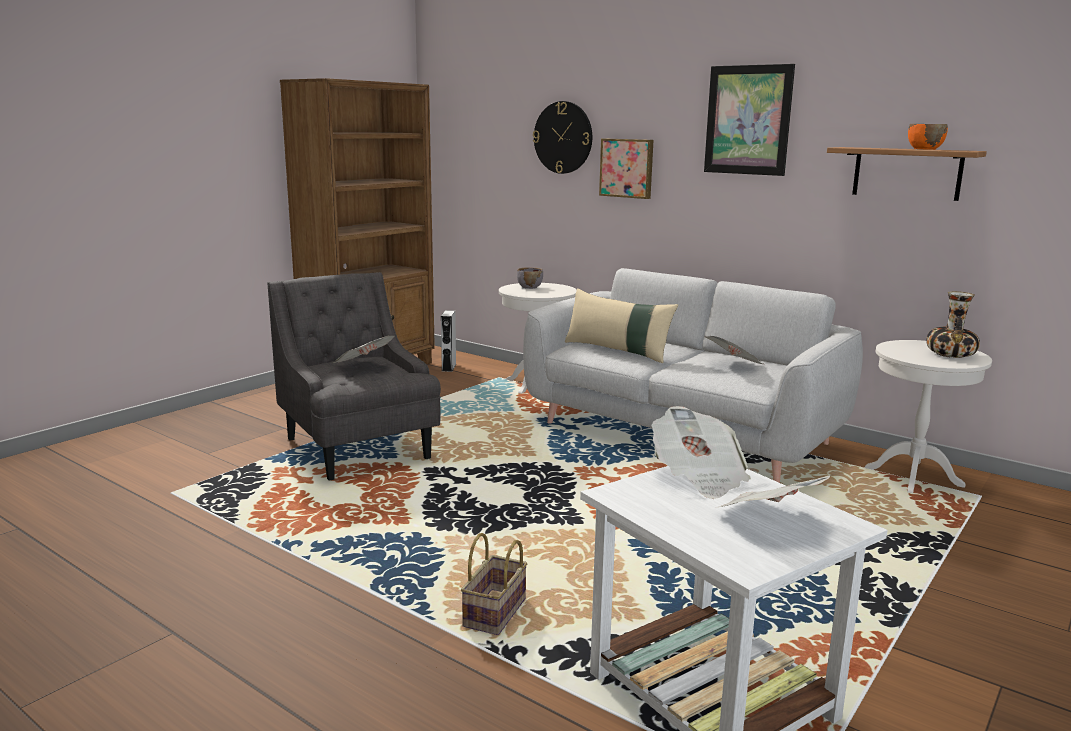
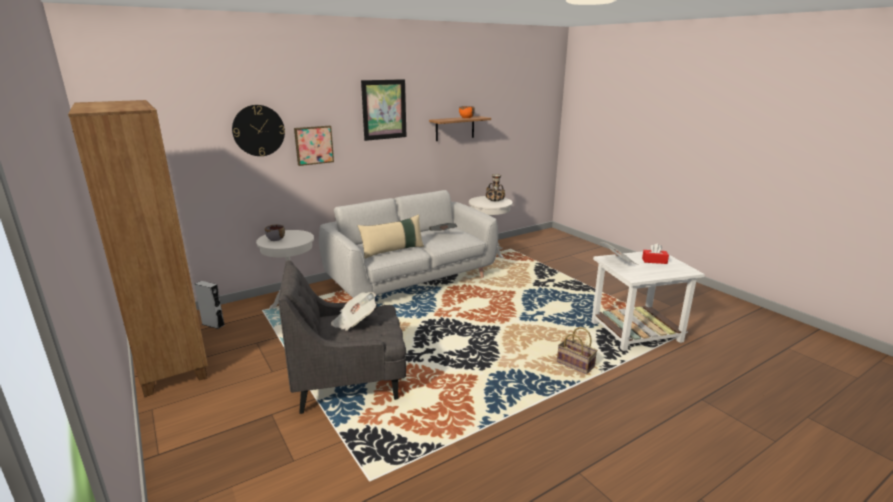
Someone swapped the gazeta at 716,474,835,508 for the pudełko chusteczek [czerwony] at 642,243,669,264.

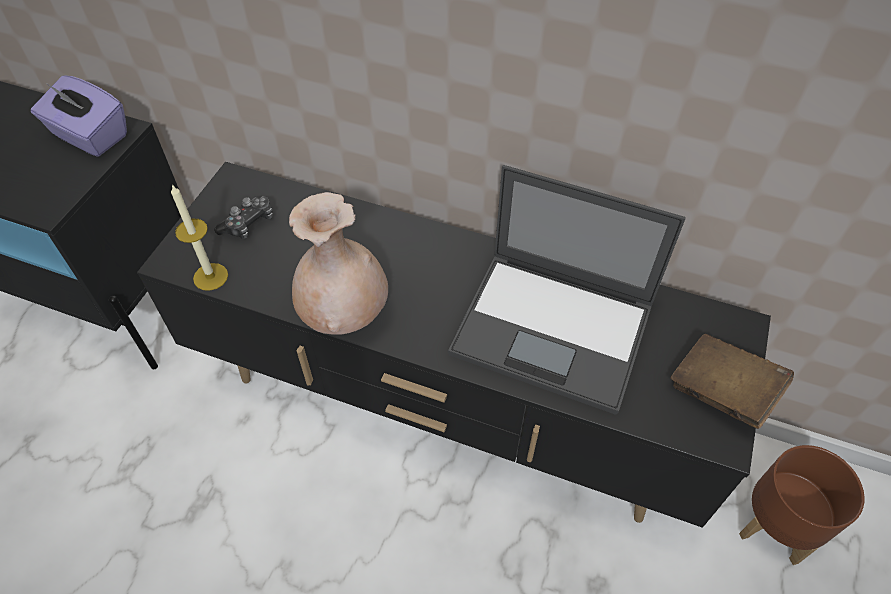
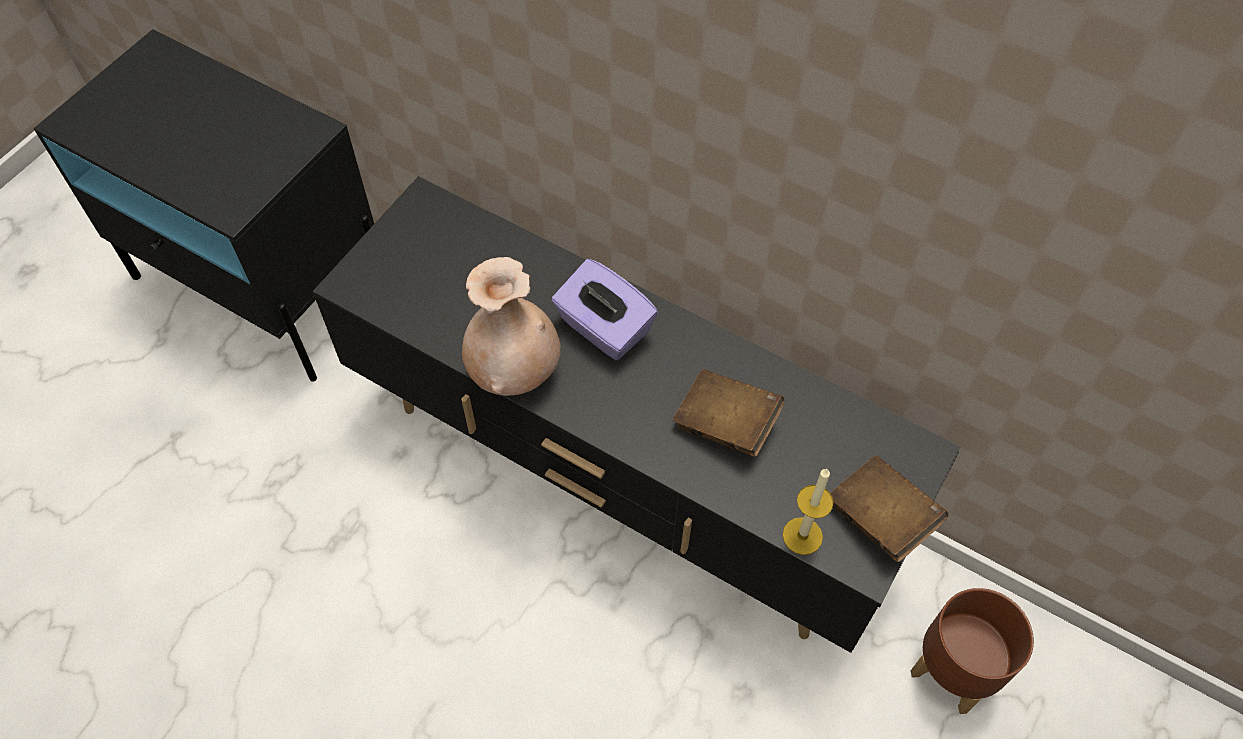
Someone took away the pad do gier at 214,195,273,239.
Someone carried the pudełko chusteczek [fioletowy] from 31,76,127,157 to 552,259,658,360.
Someone carried the świeca from 171,184,228,291 to 783,469,833,555.
Someone swapped the laptop at 448,165,686,415 for the książka [brązowy] at 673,369,784,457.

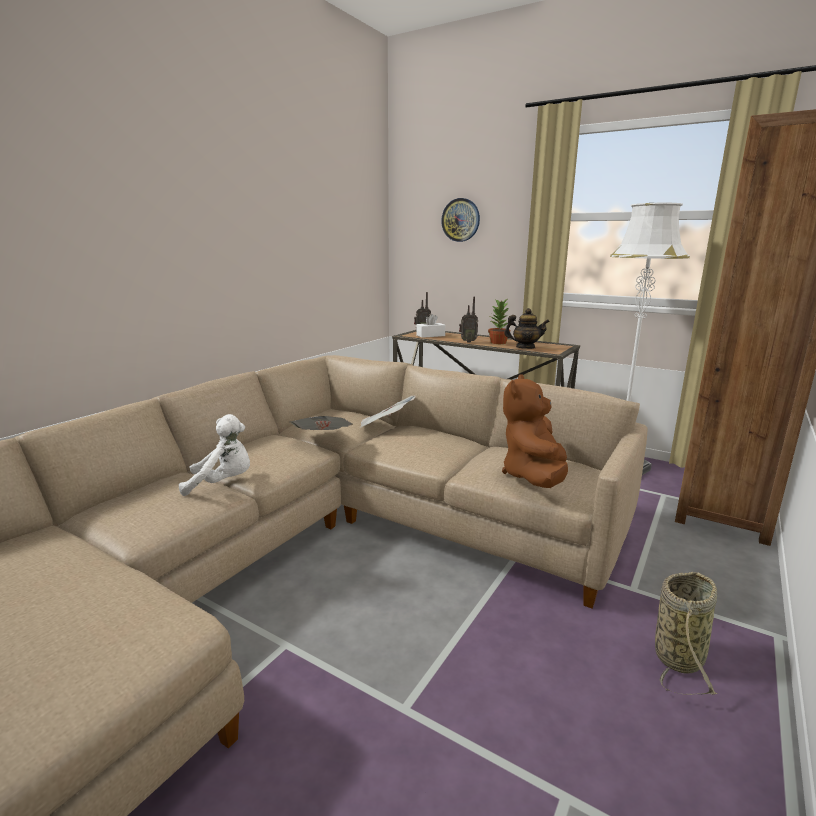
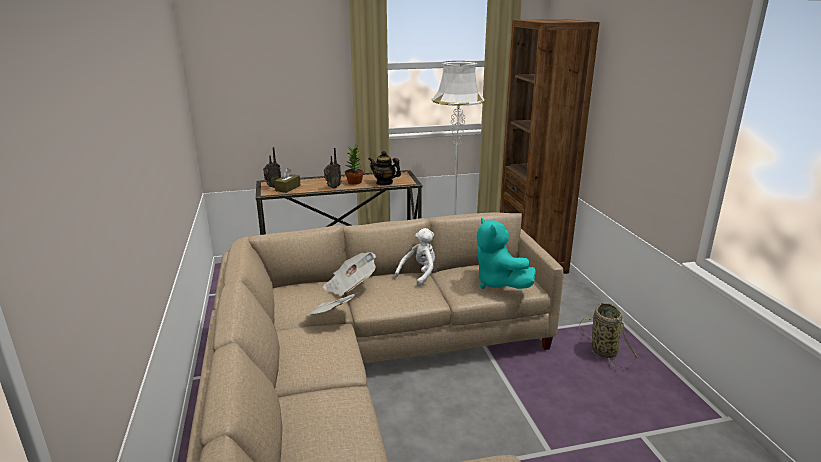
Someone took away the zegar ścienny at 441,198,480,242.
Someone carried the pluszak [biały] from 179,414,250,496 to 394,228,435,287.
Someone repainted the pudełko chusteczek [biały] at 416,314,445,338, which became the pudełko chusteczek [brązowy] at 274,168,301,193.
Someone repainted the pluszak [brązowy] at 502,375,568,488, which became the pluszak [turkusowy] at 477,217,536,289.
Someone rotated the imbryk at 504,308,550,349 by 120 degrees counterclockwise.

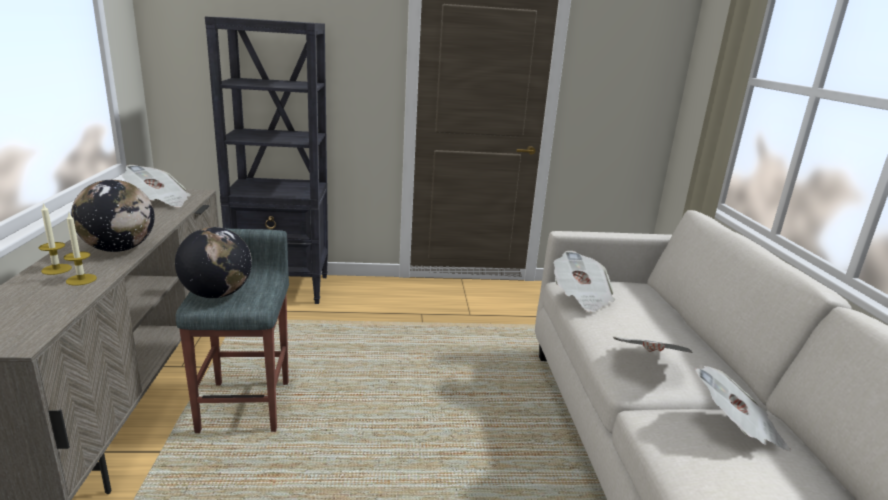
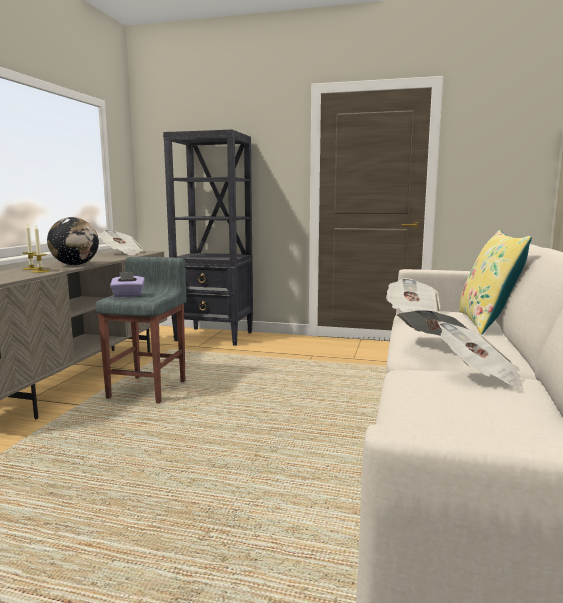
Someone put down the poduszka [żółty] at 459,230,532,335.
Someone swapped the globus at 175,227,252,298 for the pudełko chusteczek [fioletowy] at 110,272,145,297.

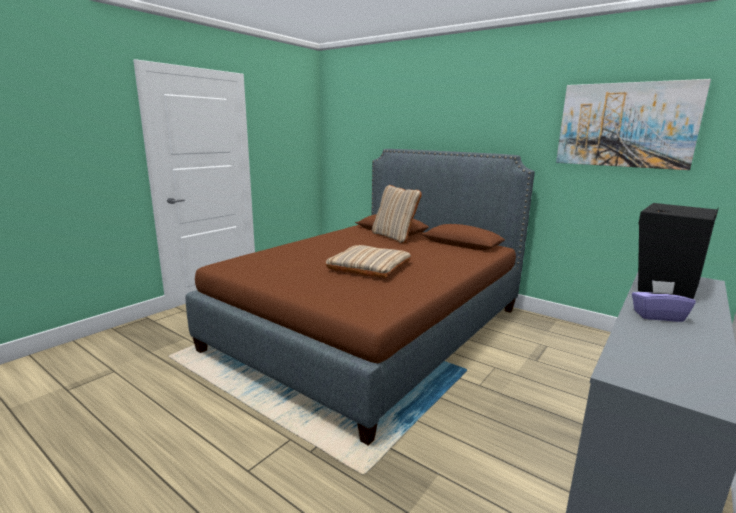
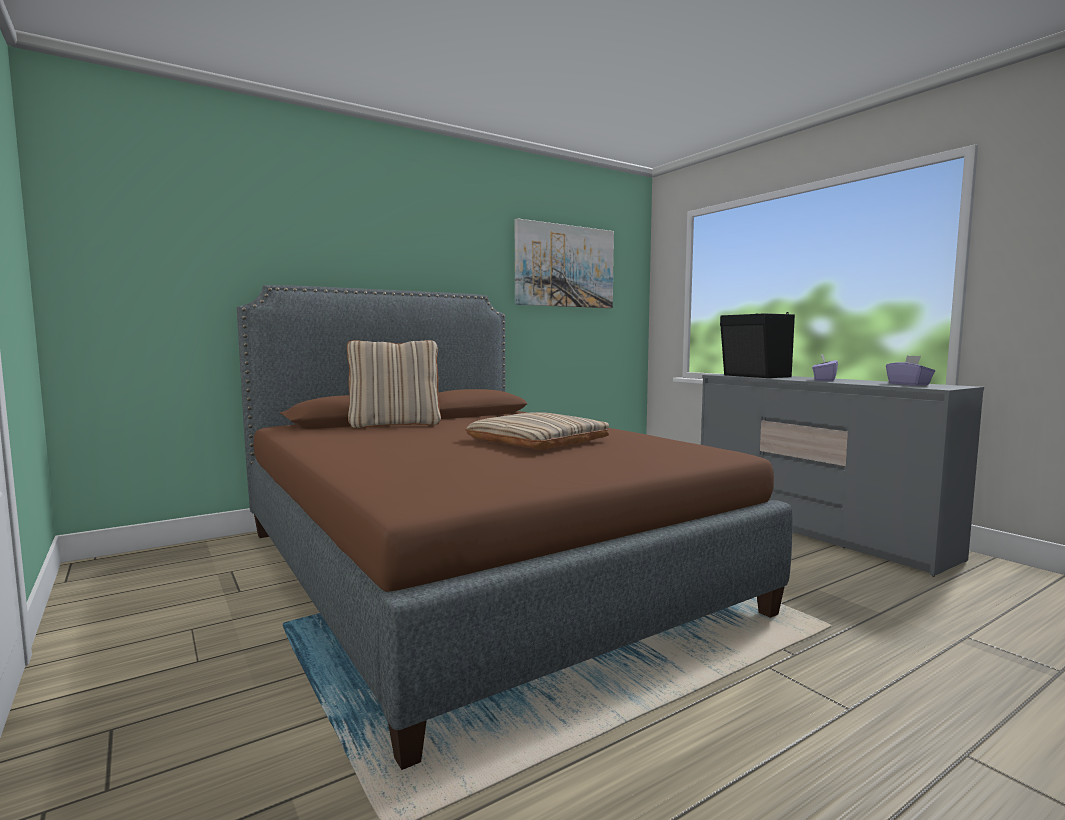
Someone put down the pudełko chusteczek [fioletowy] at 886,355,935,386.

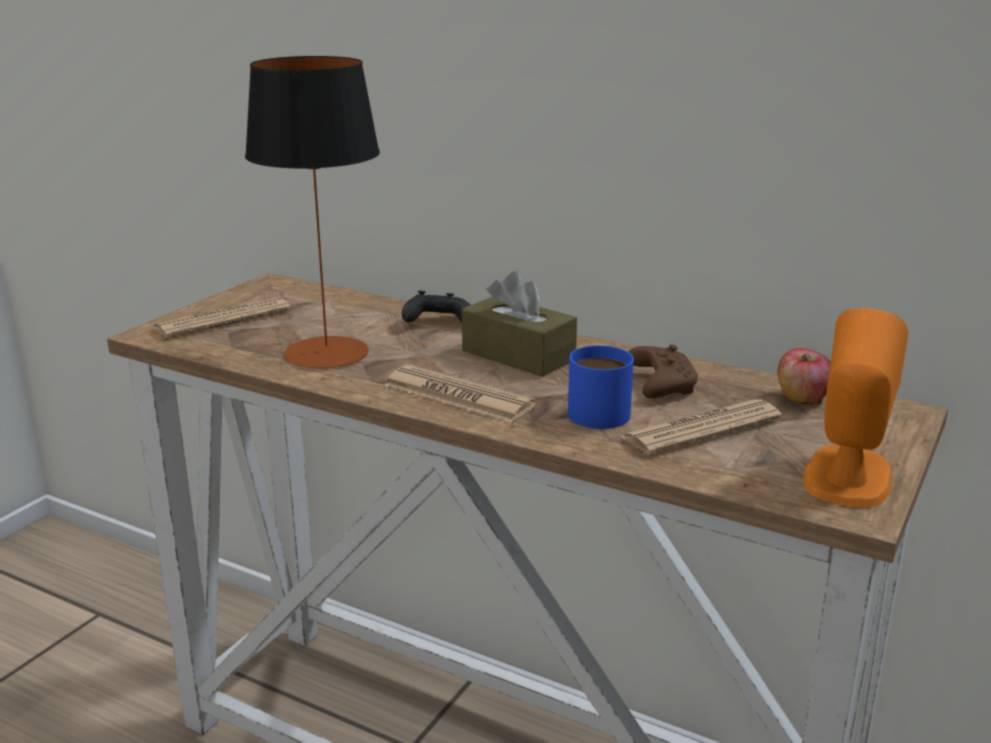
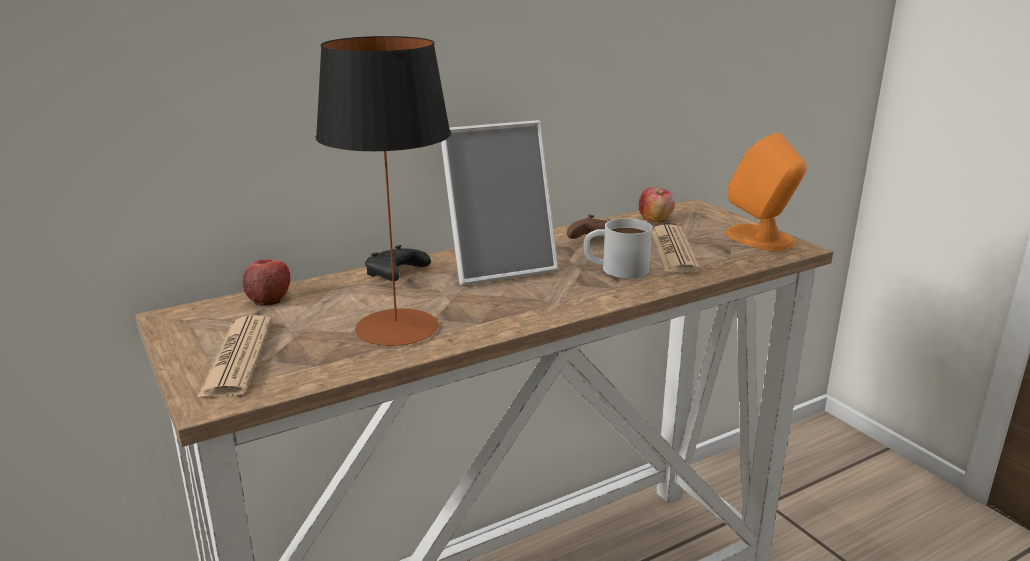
Someone took away the gazeta at 384,365,536,423.
Someone put down the jabłko at 243,259,290,306.
Someone swapped the pudełko chusteczek [brązowy] at 462,271,577,377 for the ramka na zdjęcie at 441,120,558,286.
Someone repainted the kubek [niebieski] at 568,345,634,429, which became the kubek [biały] at 584,218,652,278.

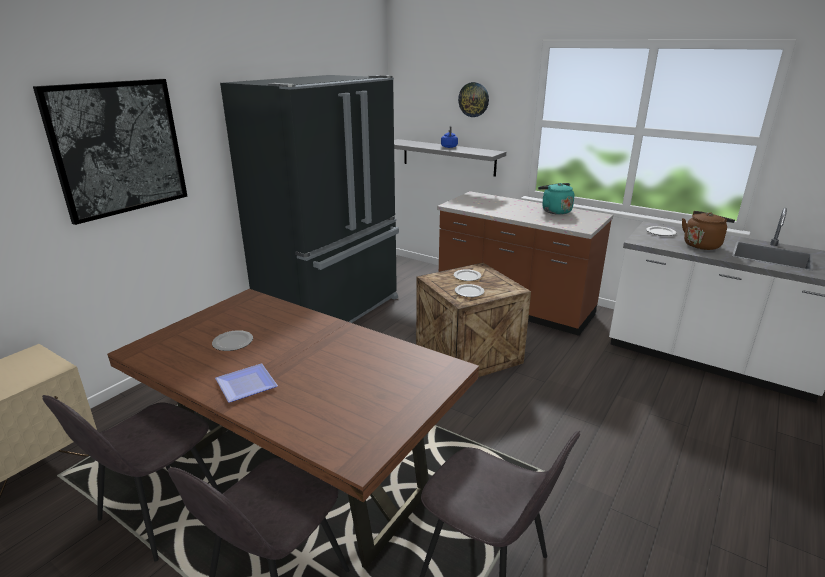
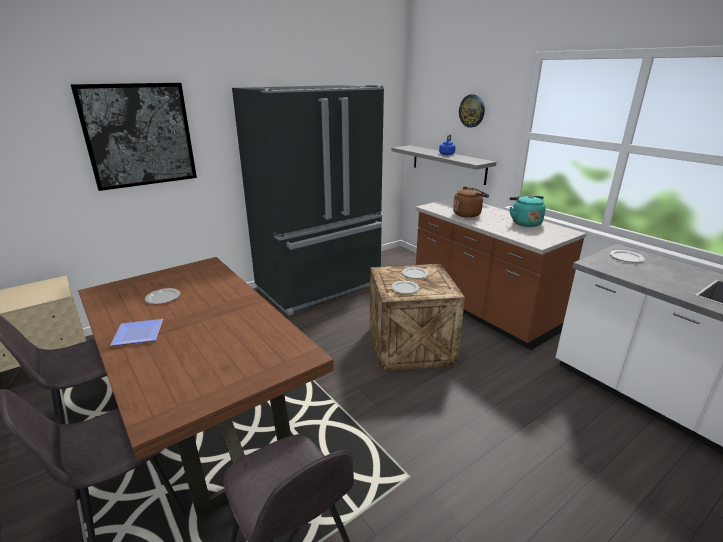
Someone carried the czajnik [brązowy] from 682,211,735,250 to 453,187,489,218.

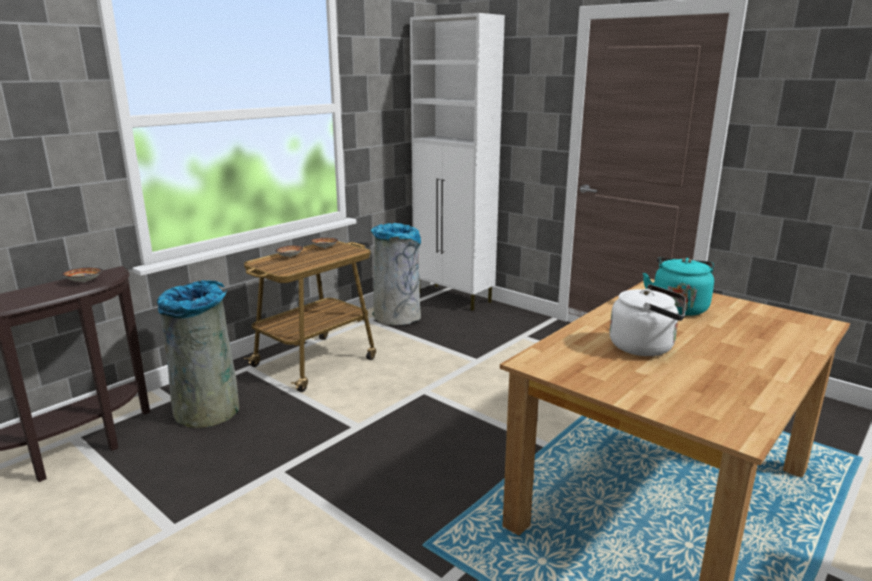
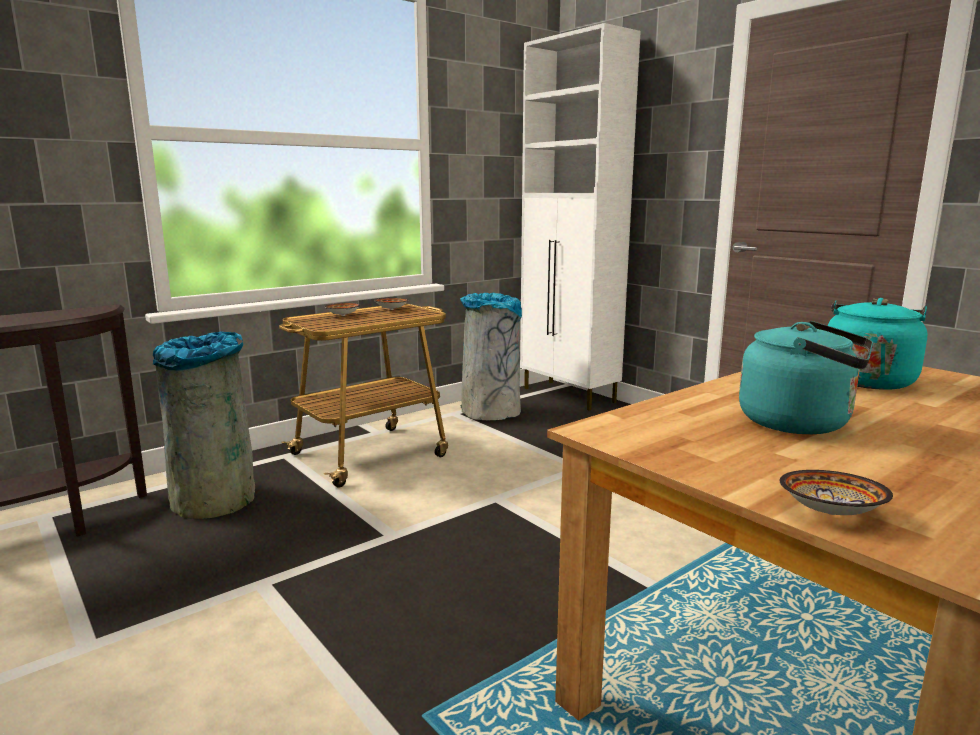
Someone carried the miska from 62,268,103,282 to 779,470,893,515.
Someone repainted the czajnik [biały] at 610,284,686,356, which became the czajnik [turkusowy] at 739,321,873,435.

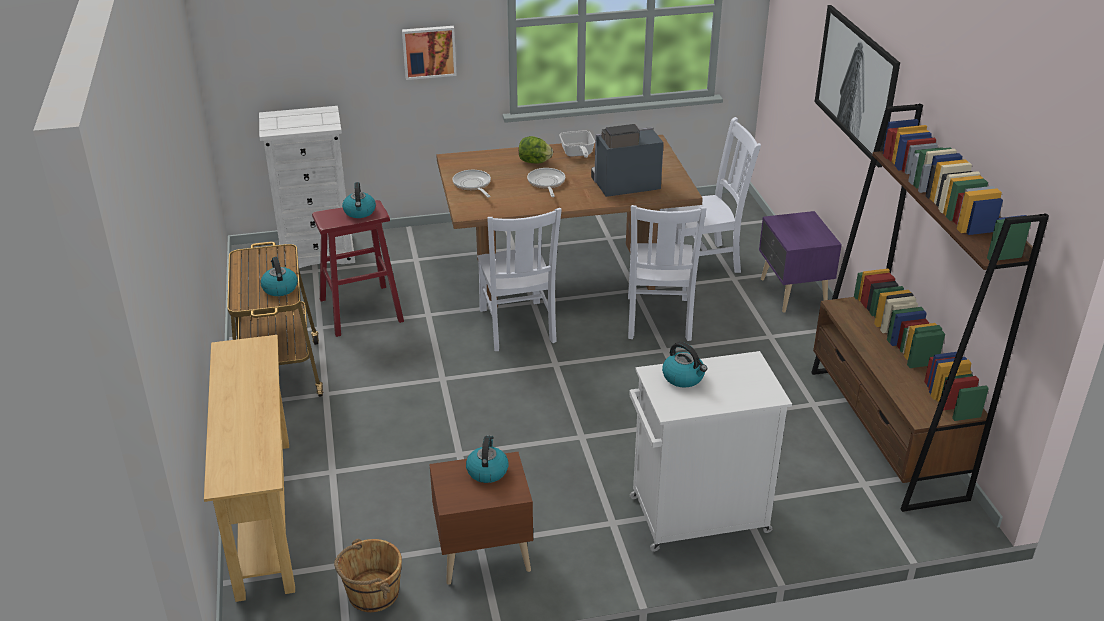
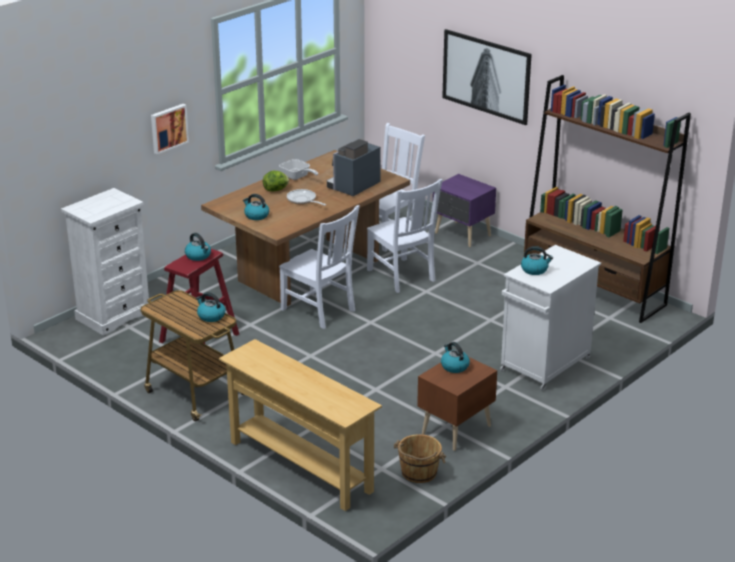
Someone swapped the patelnia at 452,170,491,198 for the czajnik at 243,194,269,220.

